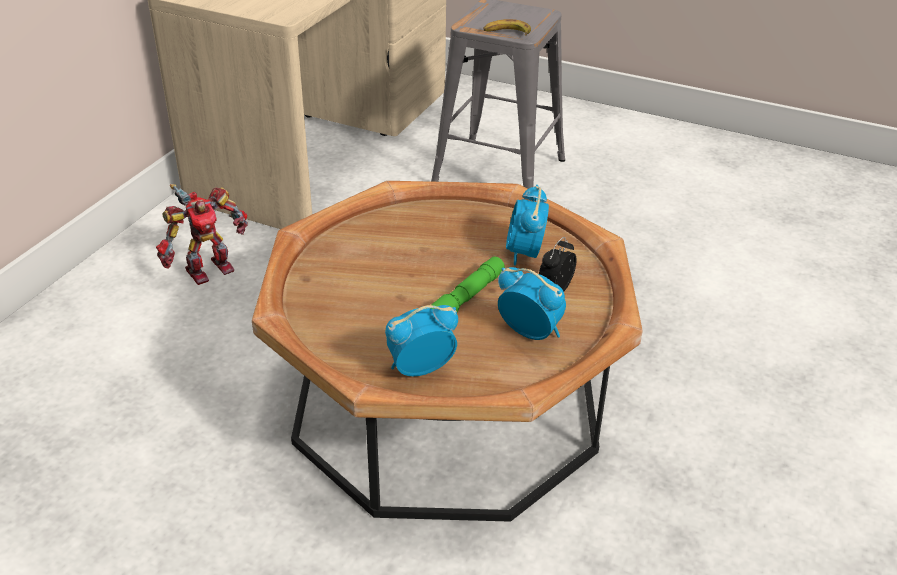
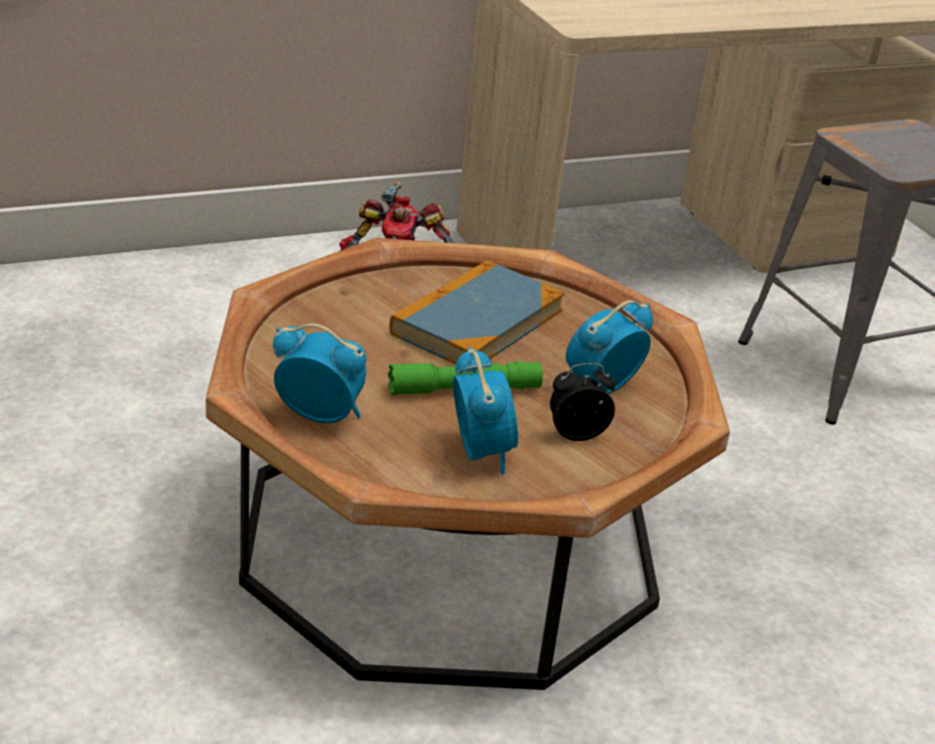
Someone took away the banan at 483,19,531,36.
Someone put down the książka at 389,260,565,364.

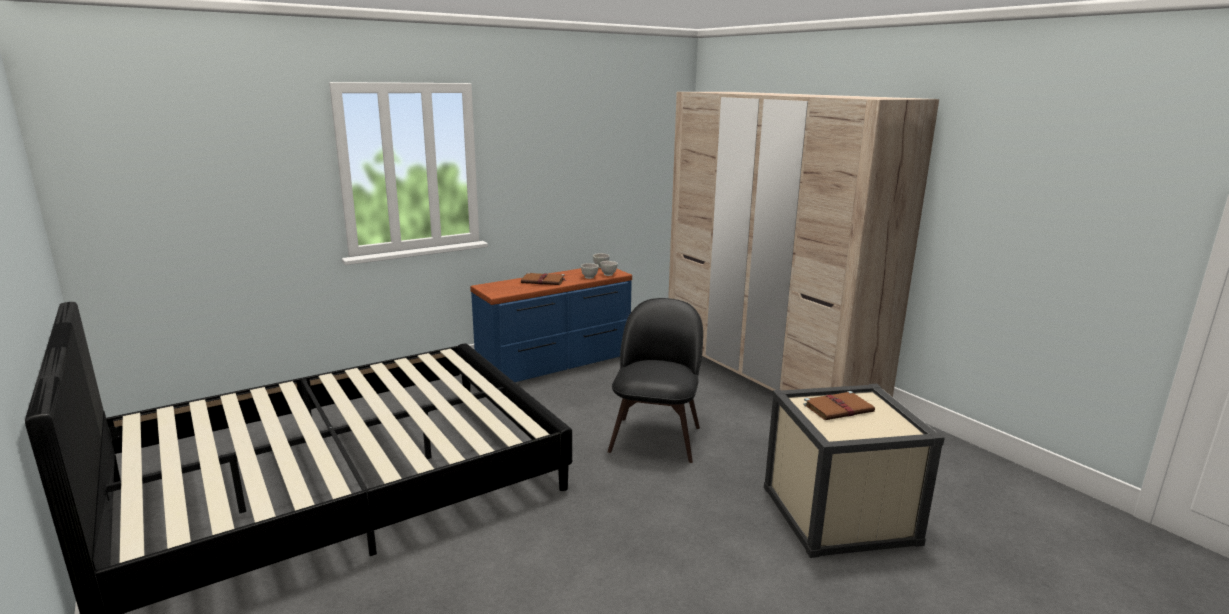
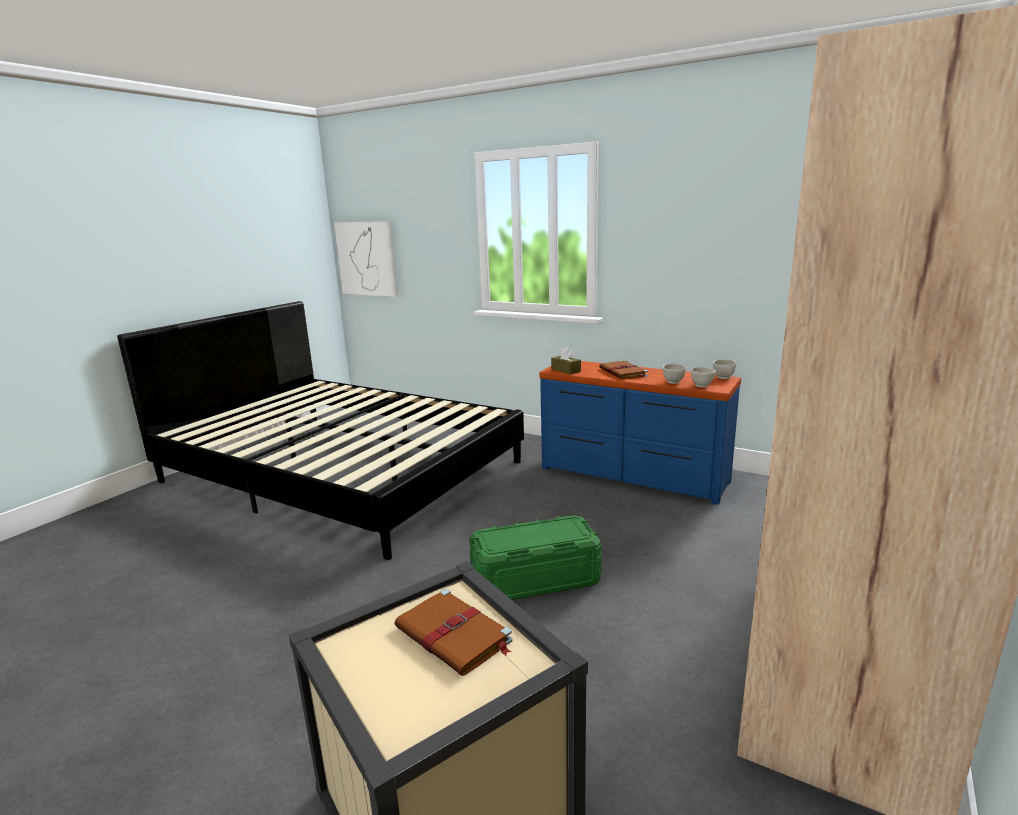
Someone put up the obraz at 334,221,398,297.
Someone put down the pudełko chusteczek [brązowy] at 551,347,581,374.
Someone swapped the krzesło [czarny] at 608,298,703,463 for the pojemnik do przechowywania [zielony] at 469,515,602,600.

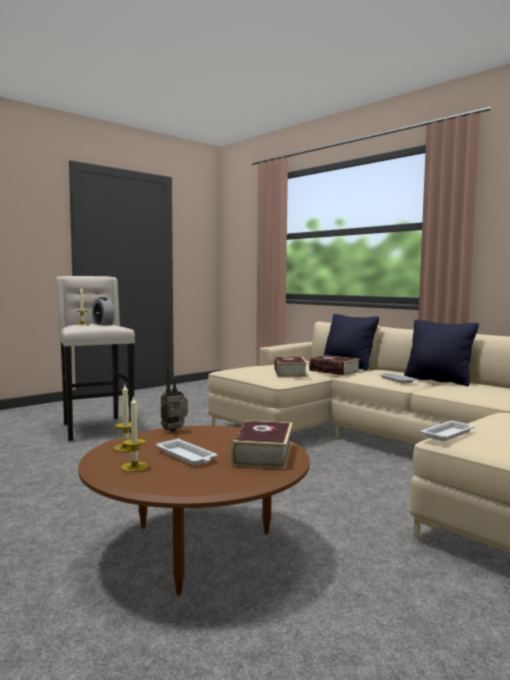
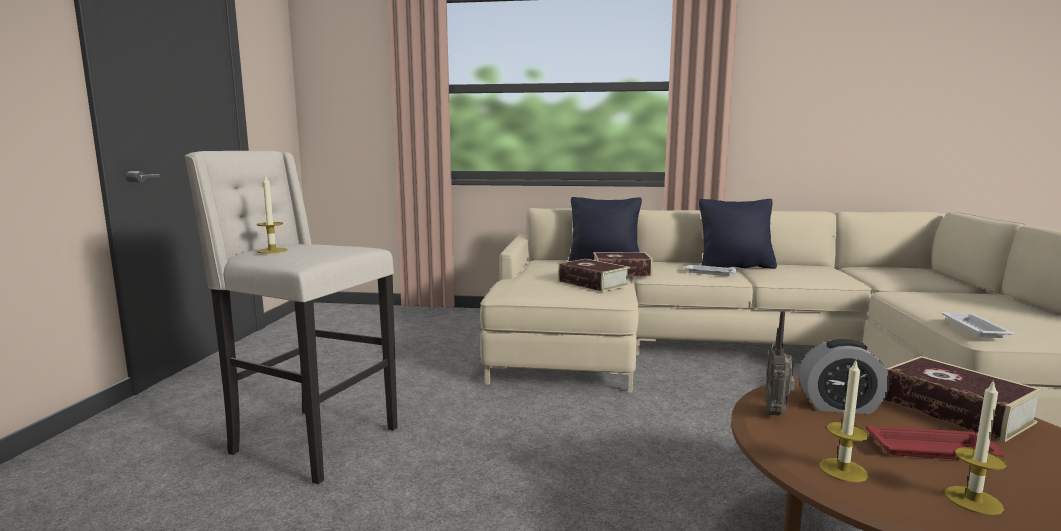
Someone carried the budzik from 92,297,114,325 to 799,339,889,414.
Someone repainted the taca [biały] at 156,438,217,465, which became the taca [czerwony] at 866,425,1006,460.

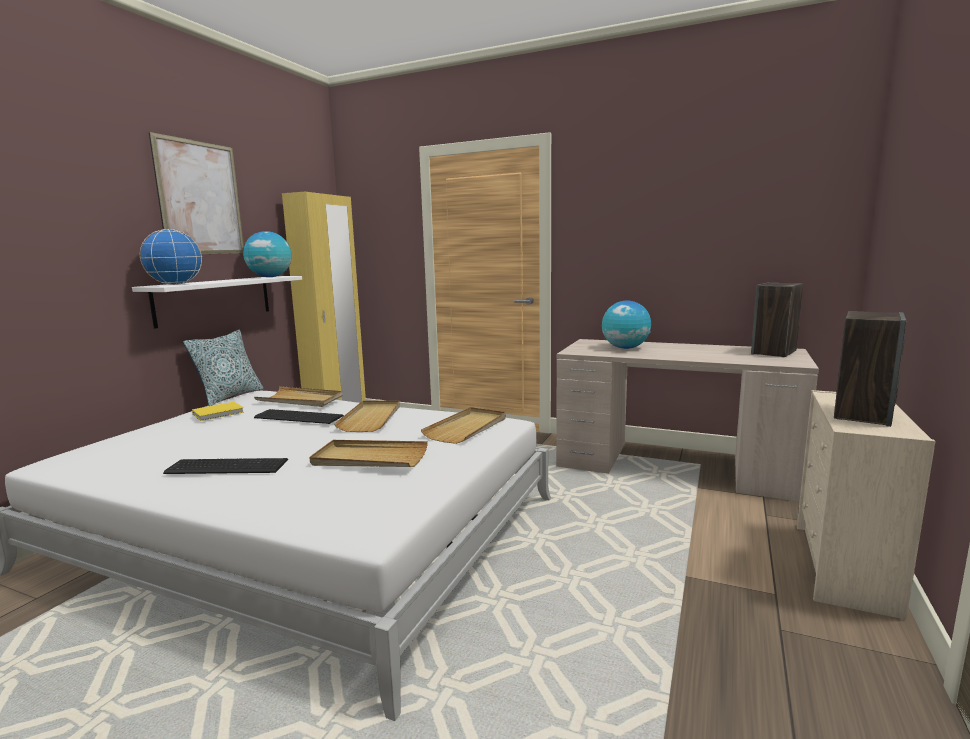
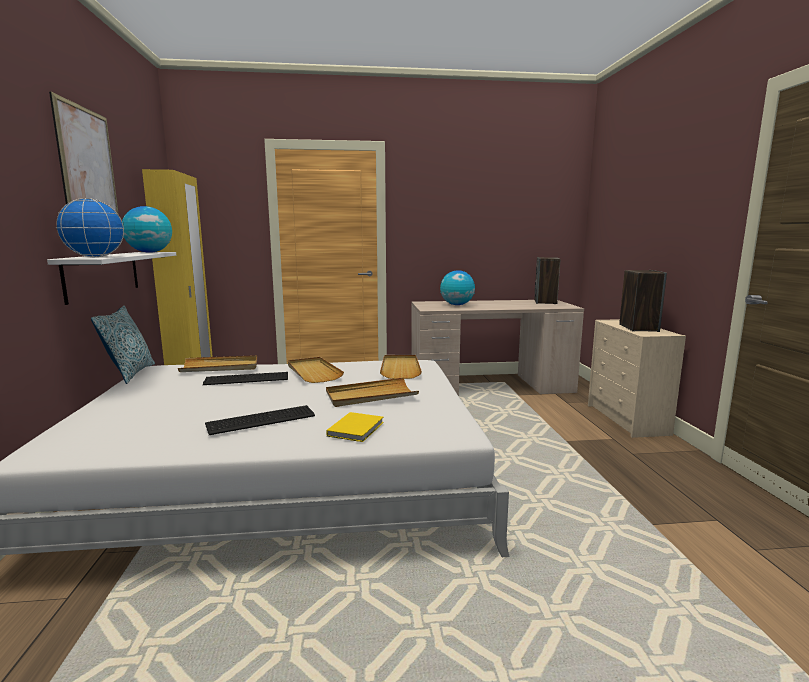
Someone carried the książka [żółty] from 192,402,244,421 to 326,412,384,442.

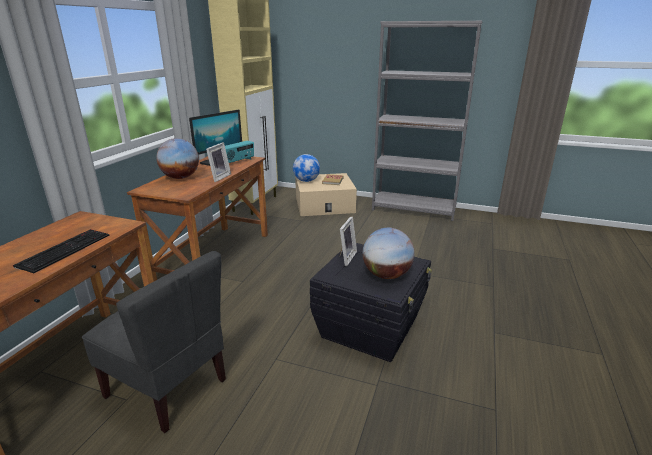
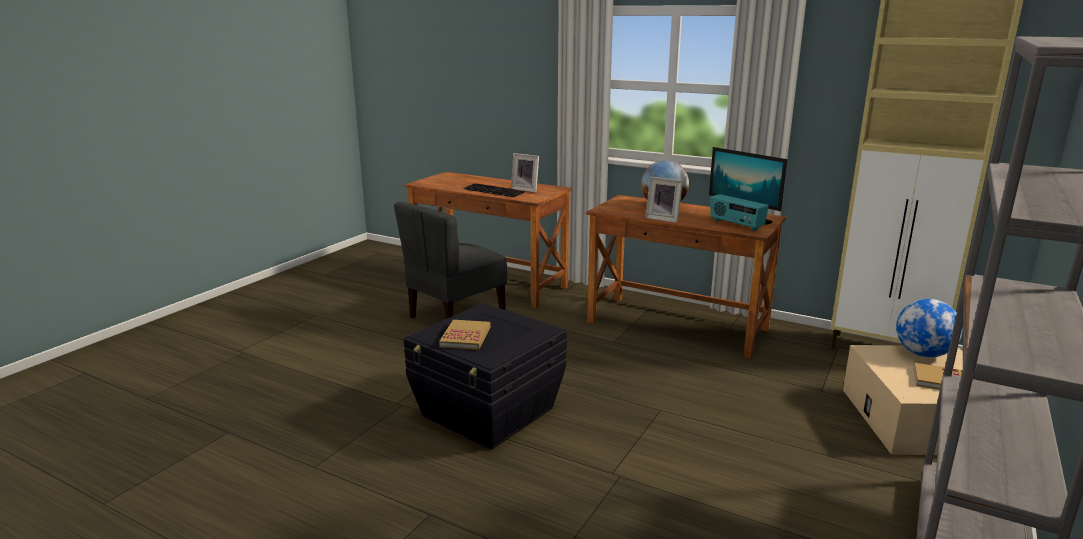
Someone carried the ramka na zdjęcie from 339,216,357,266 to 511,153,539,193.
Someone swapped the globus at 363,228,415,279 for the książka at 439,320,491,350.

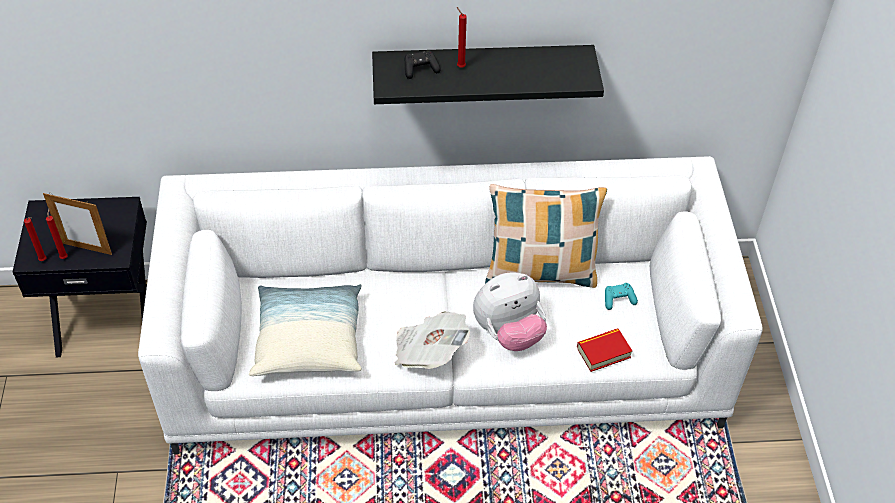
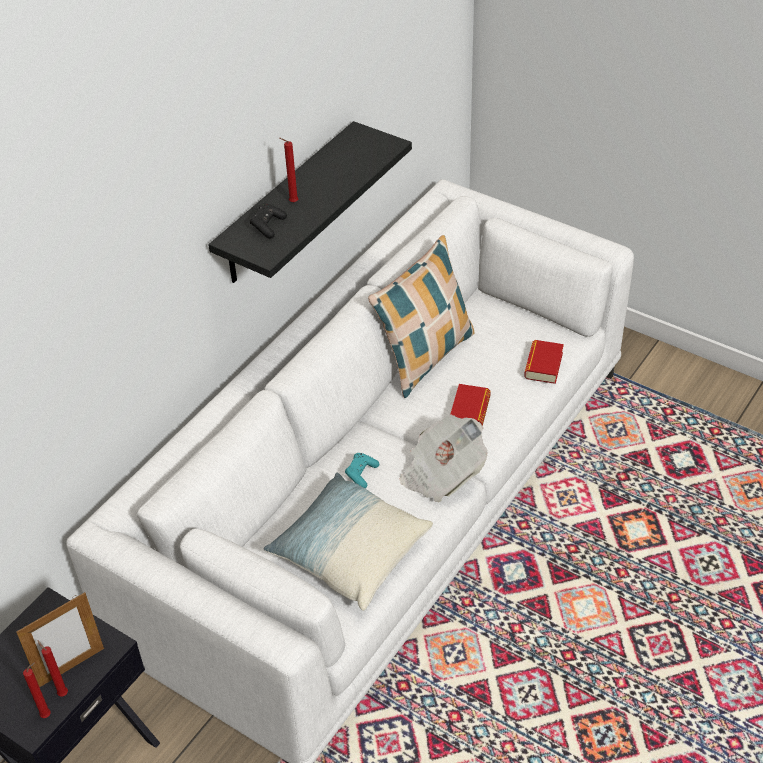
Someone carried the pad do gier [turkusowy] from 605,283,638,310 to 345,453,379,488.
Someone swapped the pluszak at 473,272,547,351 for the książka at 450,384,491,426.

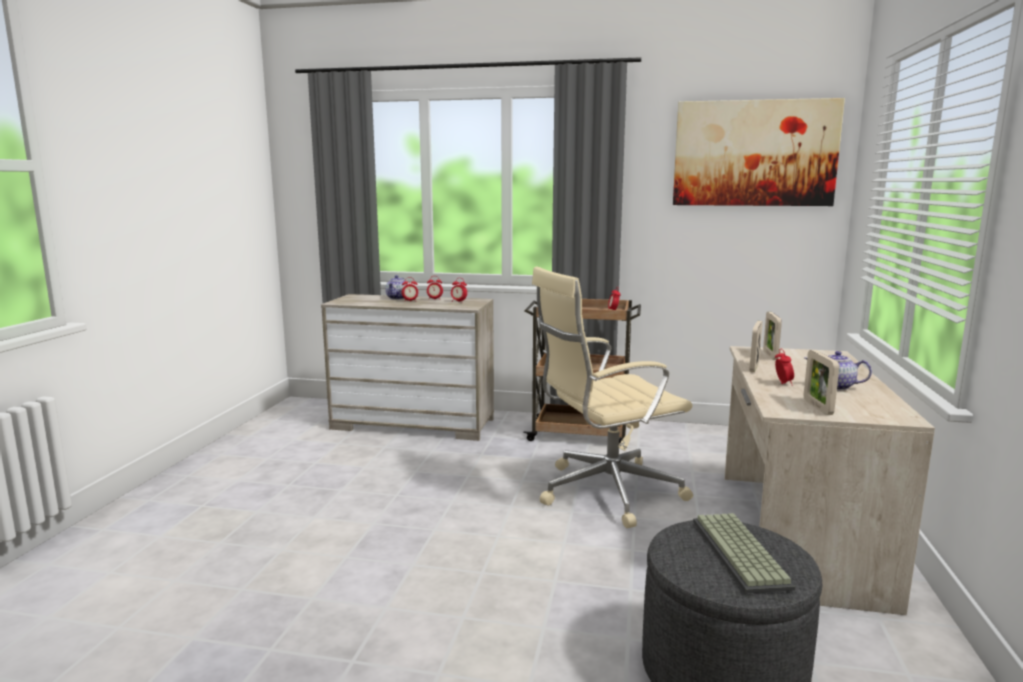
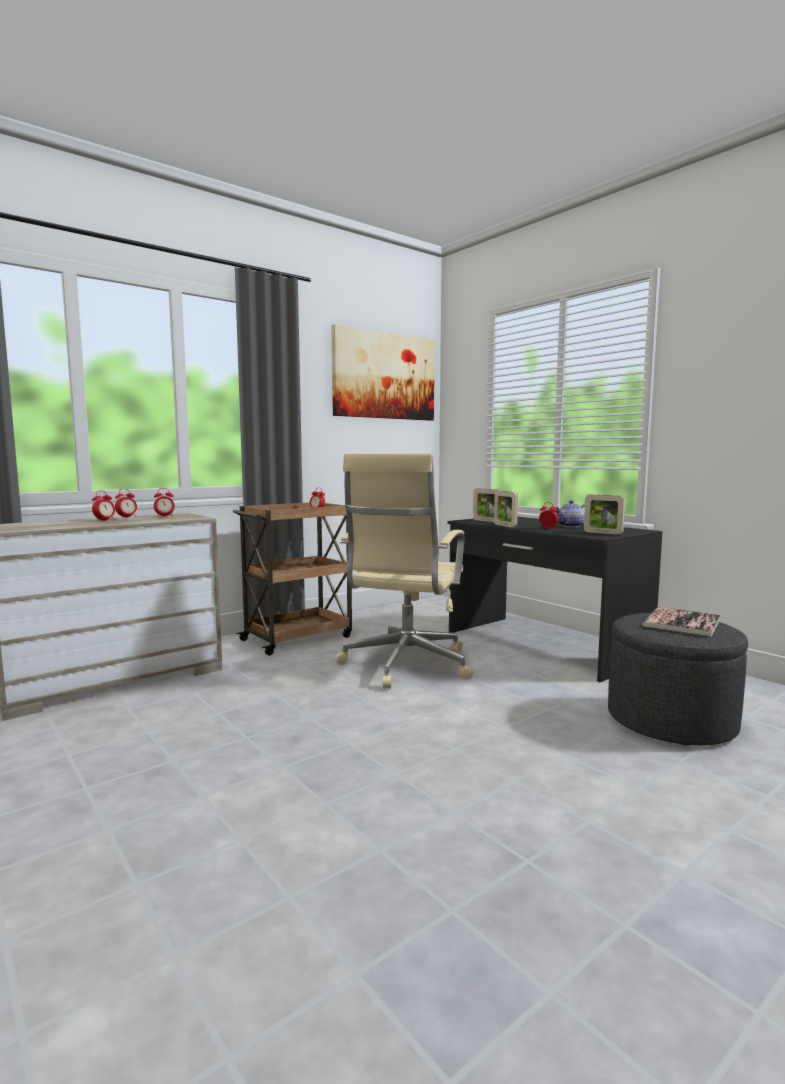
Someone took away the imbryk at 385,275,408,300.
Someone swapped the klawiatura at 693,513,796,593 for the książka at 642,607,721,637.
Someone repainted the biurko [beżowy] at 725,346,935,615, which became the biurko [czarny] at 448,517,663,682.

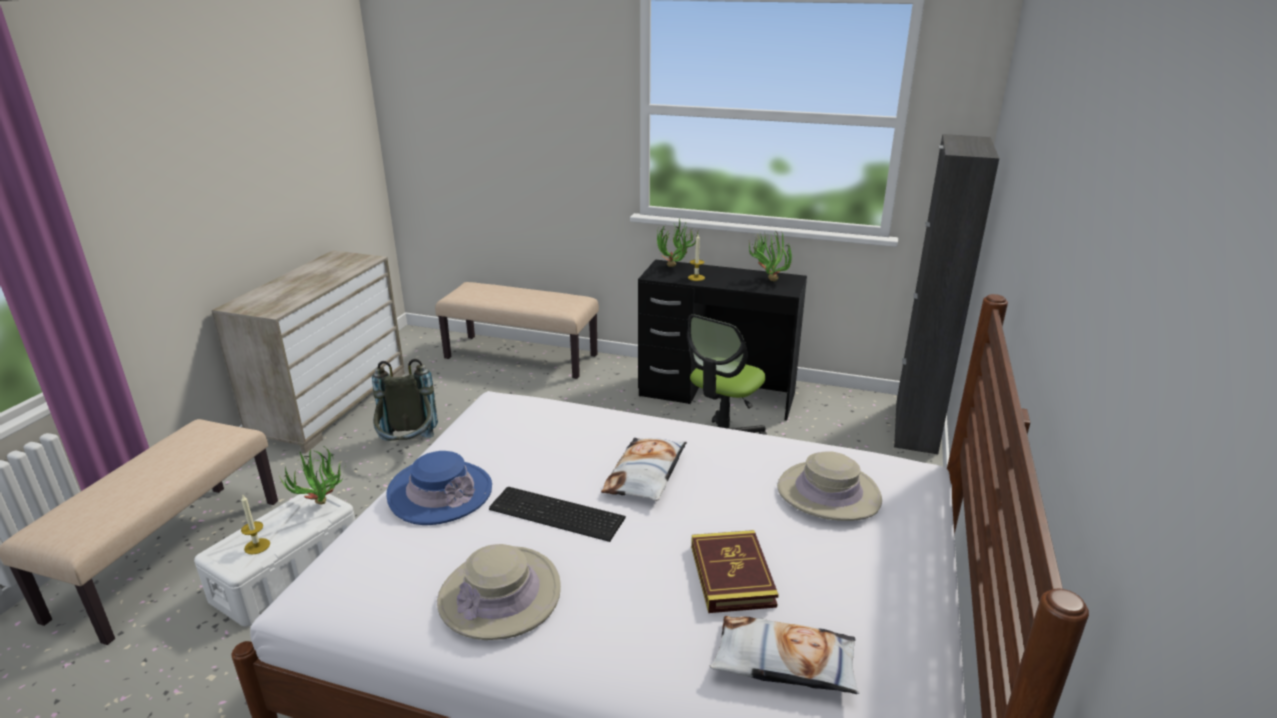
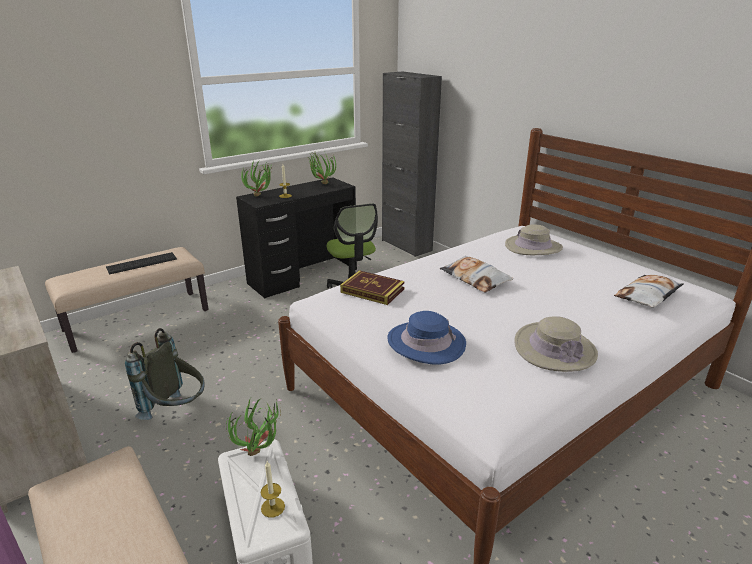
Someone carried the klawiatura from 489,487,626,542 to 106,252,177,275.
Someone carried the książka from 691,530,779,613 to 340,270,405,305.

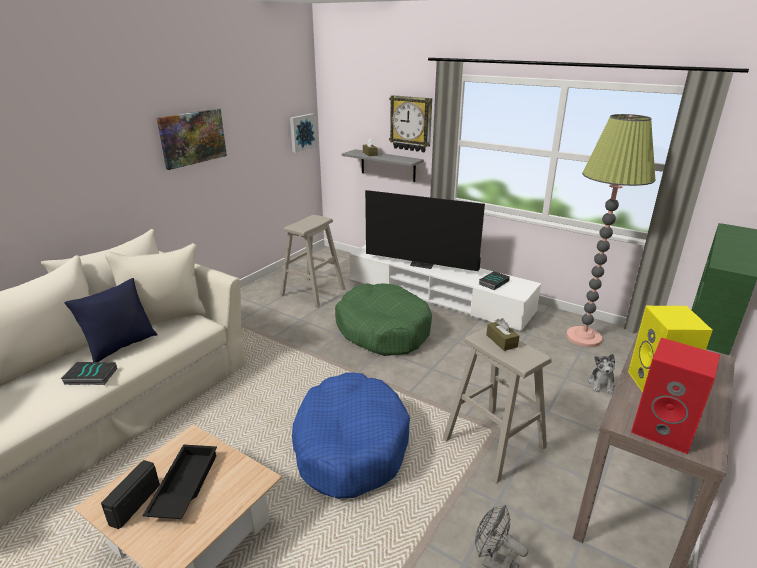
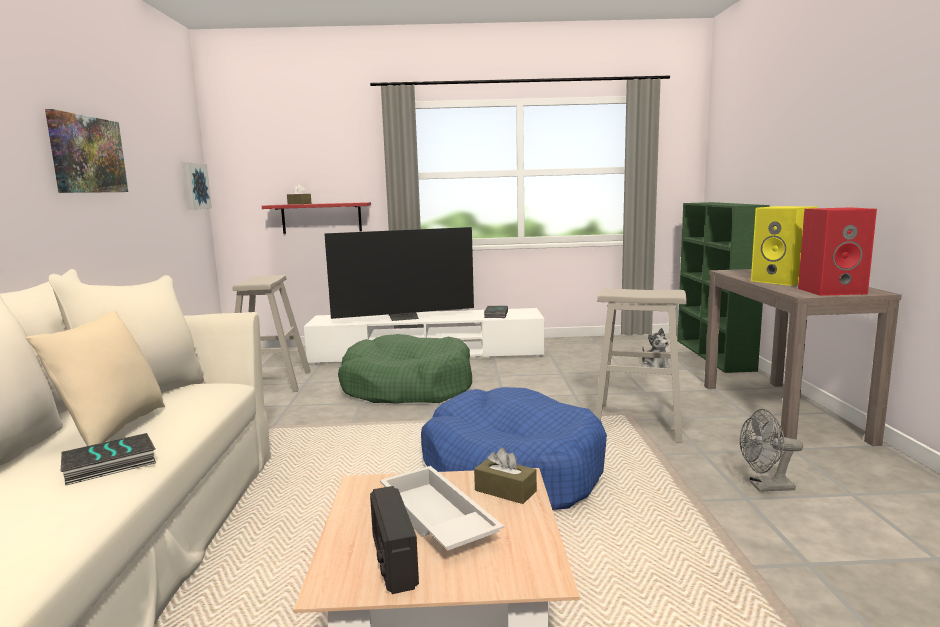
Someone took away the zegar ścienny at 389,95,432,152.
Someone took away the lampa stojąca at 566,114,655,347.
Someone carried the pudełko chusteczek [brązowy] from 486,318,519,351 to 474,447,537,504.
Someone repainted the poduszka [niebieski] at 64,278,158,362, which became the poduszka [beżowy] at 26,311,165,446.
Someone repainted the taca [czarny] at 142,445,217,519, which became the taca [biały] at 380,466,504,551.
Someone repainted the półka [szary] at 342,149,424,182, which became the półka [czerwony] at 262,202,371,234.

